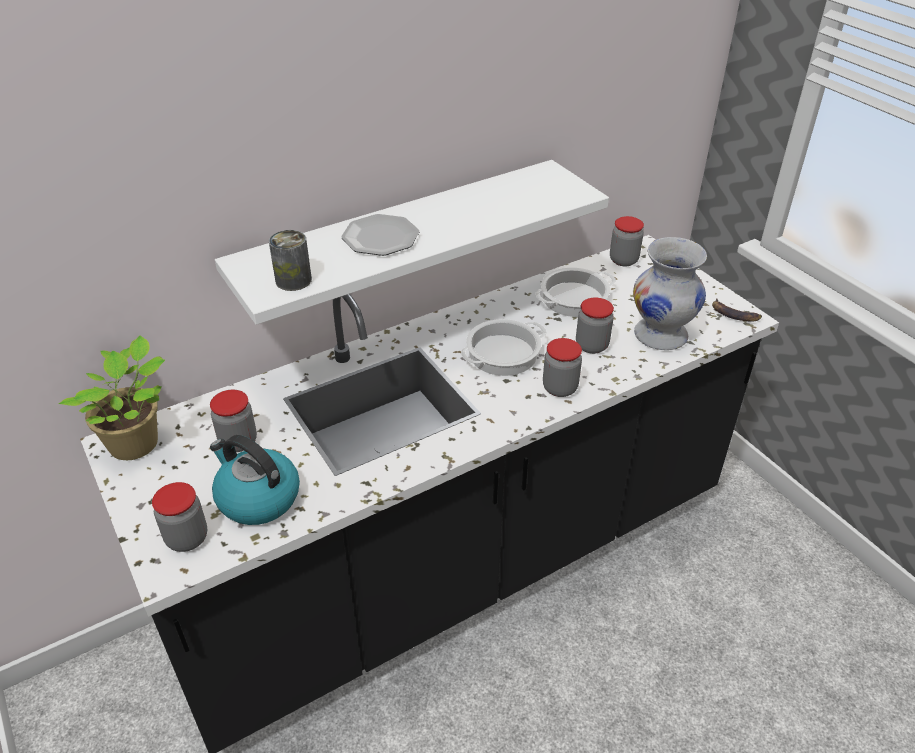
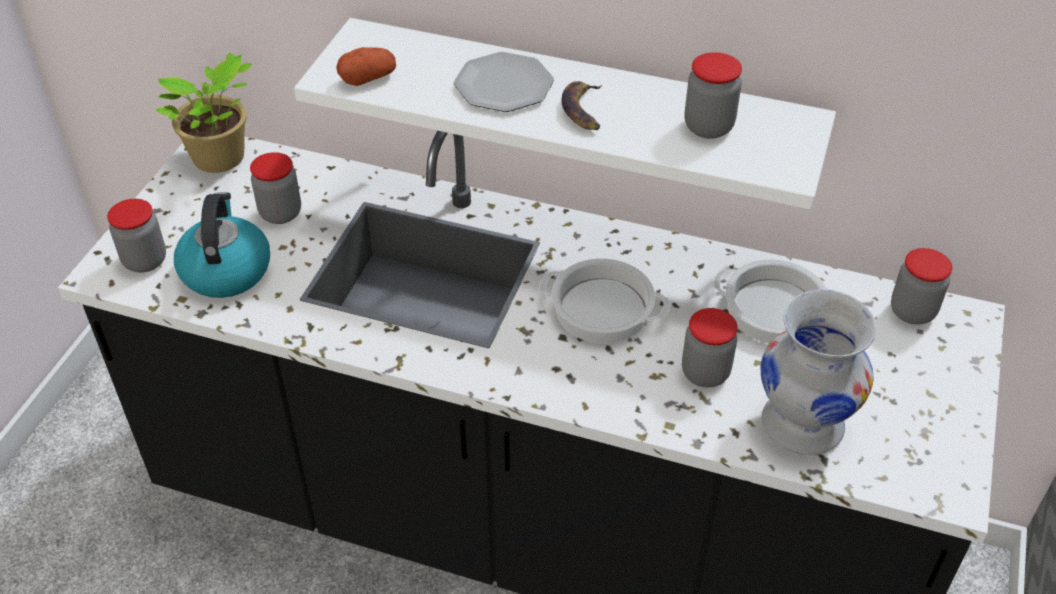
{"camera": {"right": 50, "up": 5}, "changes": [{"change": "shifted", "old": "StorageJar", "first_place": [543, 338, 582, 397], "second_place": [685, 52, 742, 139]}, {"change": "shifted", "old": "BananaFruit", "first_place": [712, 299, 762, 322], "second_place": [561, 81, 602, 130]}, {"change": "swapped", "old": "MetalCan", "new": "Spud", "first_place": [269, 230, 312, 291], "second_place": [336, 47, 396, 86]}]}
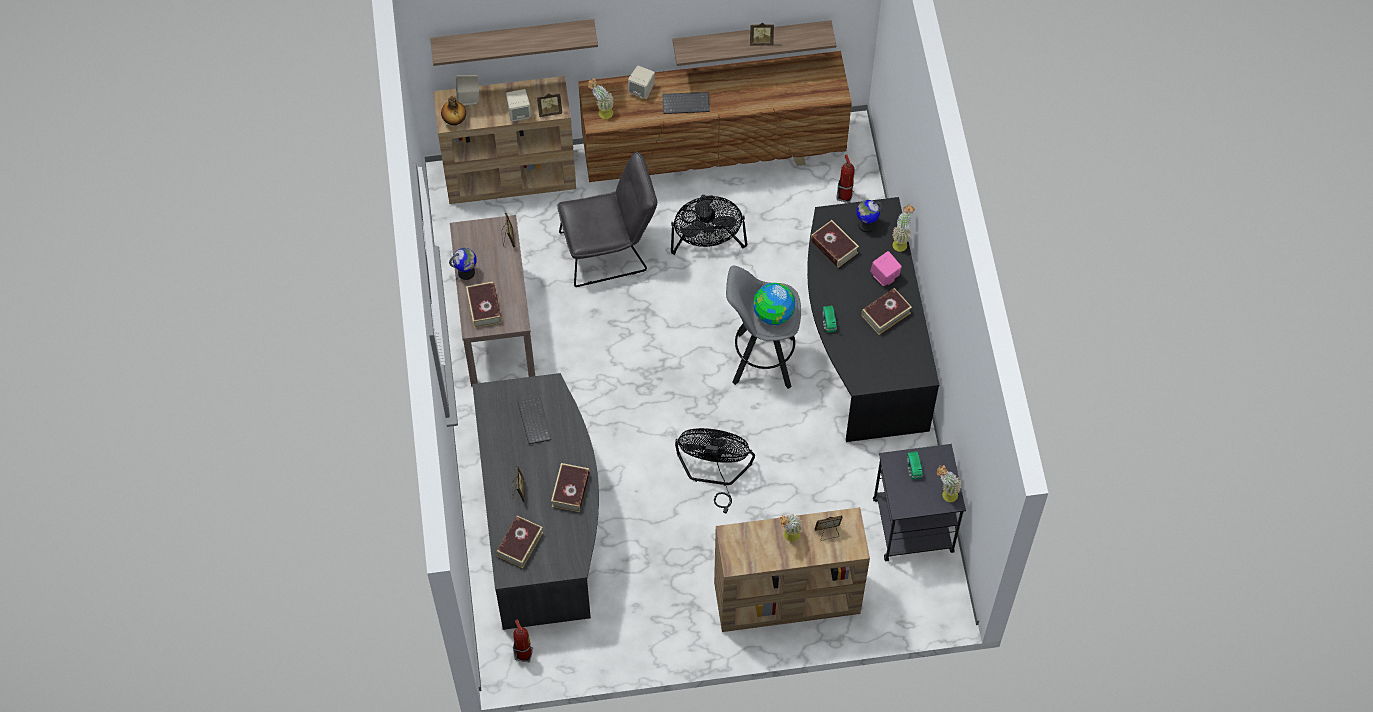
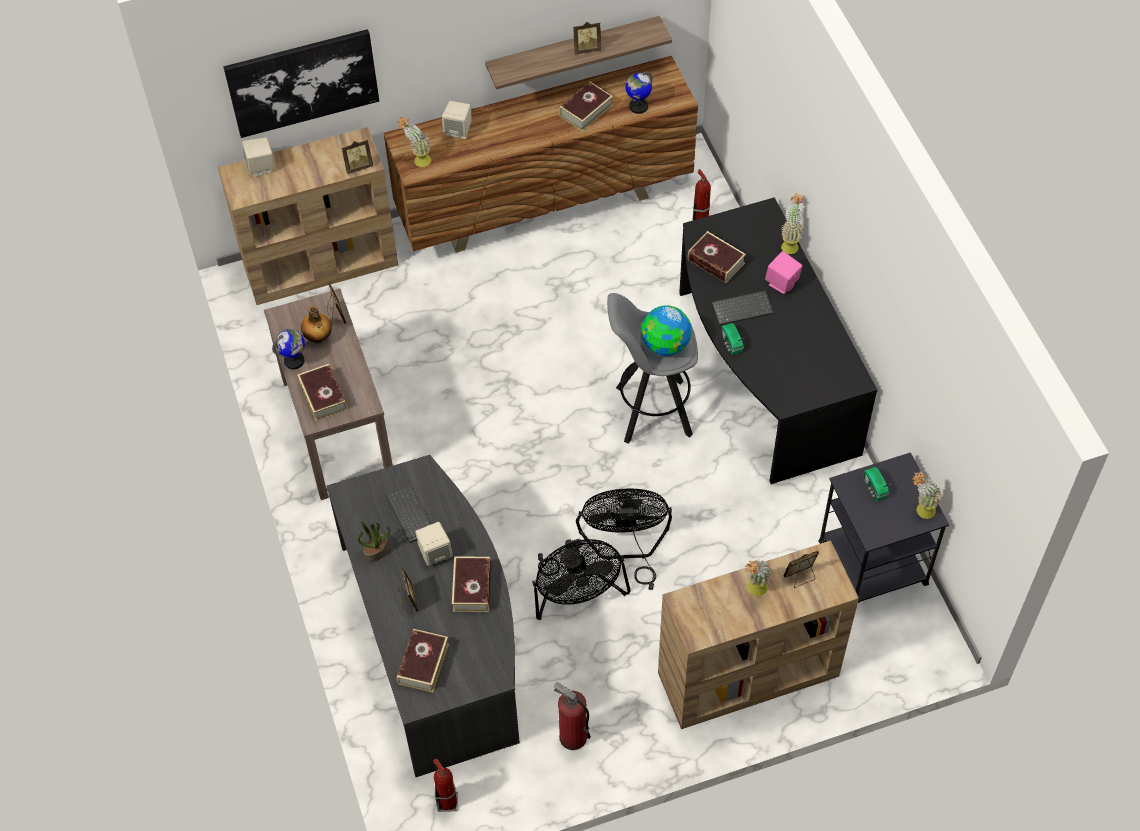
{"camera": {"right": -10, "up": -5}, "changes": [{"change": "gone", "old": "GreyChair", "first_place": [557, 151, 657, 287]}, {"change": "new", "new": "Houseplant", "second_place": [358, 520, 390, 562]}, {"change": "new", "new": "FireExtinguisher", "second_place": [554, 682, 591, 750]}, {"change": "shifted", "old": "Bottle", "first_place": [441, 96, 466, 126], "second_place": [301, 306, 332, 343]}, {"change": "shifted", "old": "SandColouredAudioSpeaker", "first_place": [506, 89, 531, 121], "second_place": [415, 522, 452, 566]}, {"change": "shifted", "old": "ComputerKeyboard", "first_place": [662, 92, 710, 114], "second_place": [712, 291, 774, 325]}, {"change": "shifted", "old": "BlackElectricFan", "first_place": [671, 195, 747, 255], "second_place": [533, 539, 631, 620]}, {"change": "shifted", "old": "WorldGlobe", "first_place": [856, 200, 882, 233], "second_place": [625, 72, 653, 114]}, {"change": "shifted", "old": "BoundBook", "first_place": [861, 288, 912, 335], "second_place": [559, 82, 613, 132]}, {"change": "swapped", "old": "Shelf", "new": "WallPicture", "first_place": [430, 19, 598, 66], "second_place": [223, 29, 379, 138]}]}
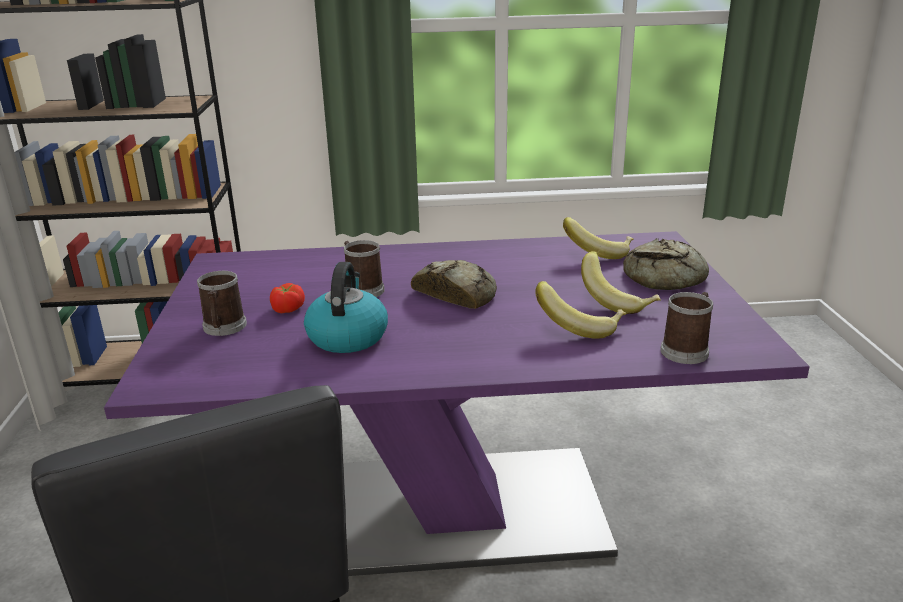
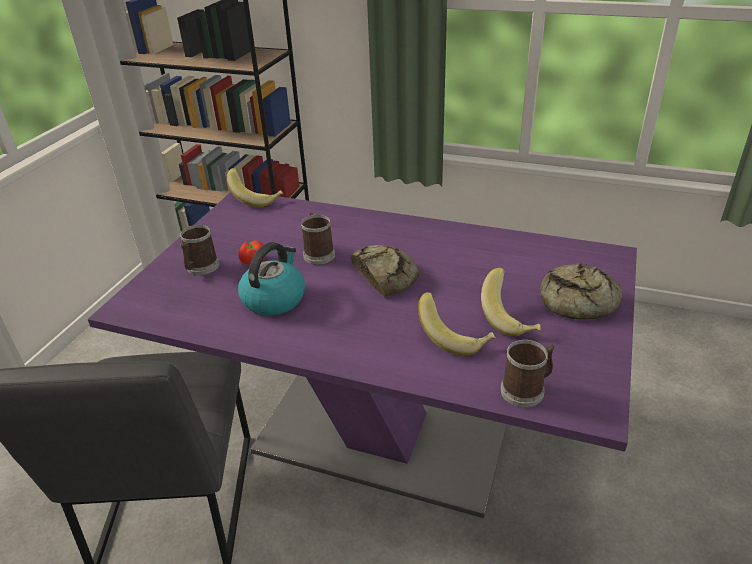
{"camera": {"right": 25, "up": 10}, "changes": [{"change": "shifted", "old": "BananaFruit", "first_place": [563, 217, 634, 259], "second_place": [227, 168, 283, 208]}]}
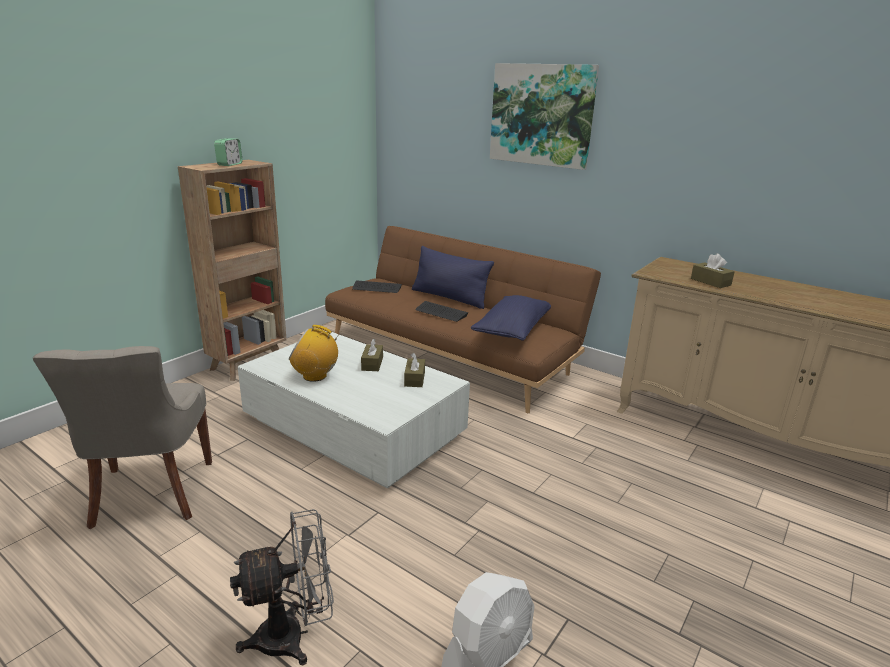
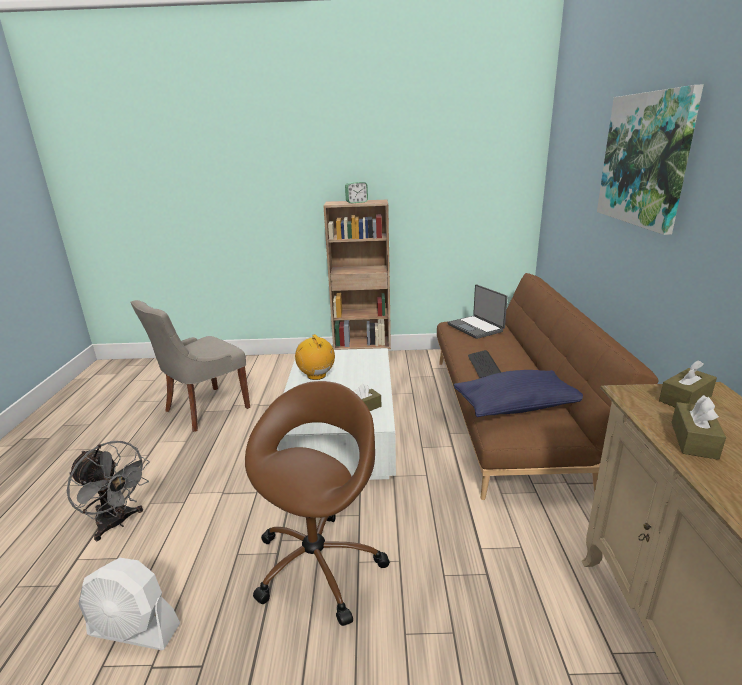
{"camera": {"right": 55, "up": 0}, "changes": [{"change": "gone", "old": "BlueColouredThrowPillow", "first_place": [412, 246, 494, 309]}, {"change": "new", "new": "BrownishOfficeChair", "second_place": [245, 381, 390, 626]}, {"change": "shifted", "old": "BrownishTissueHolder", "first_place": [361, 338, 383, 371], "second_place": [659, 360, 717, 407]}, {"change": "swapped", "old": "ComputerKeyboard", "new": "Laptop", "first_place": [352, 280, 402, 293], "second_place": [447, 285, 508, 339]}]}
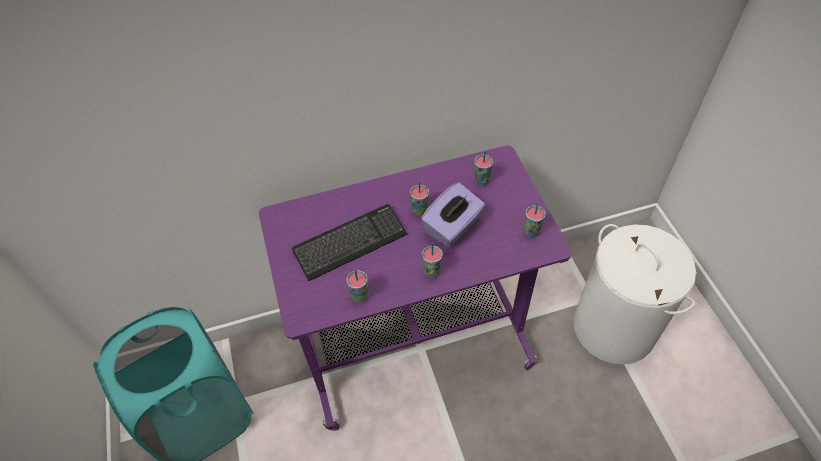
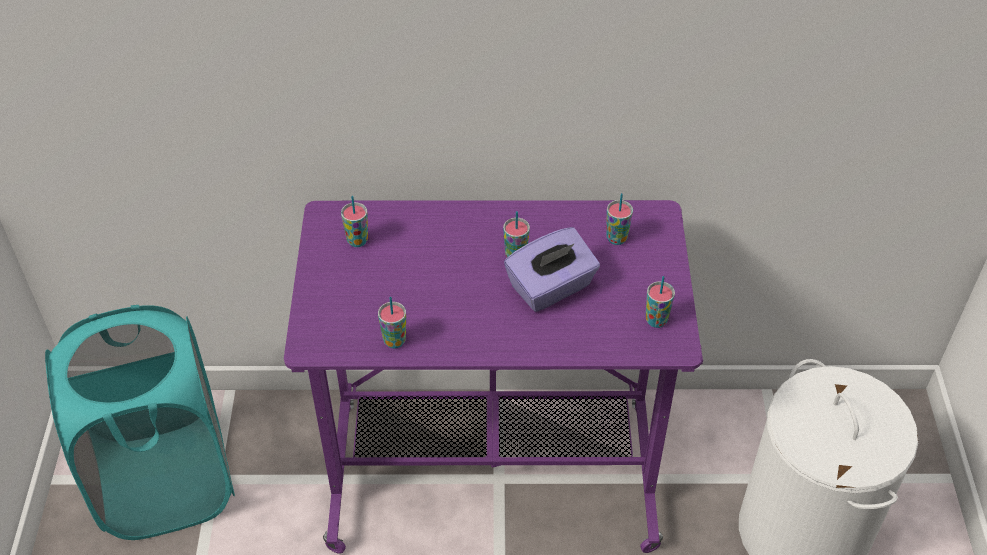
{"camera": {"right": 15, "up": -5}, "changes": [{"change": "gone", "old": "ComputerKeyboard", "first_place": [292, 204, 407, 281]}, {"change": "shifted", "old": "DrinkingCup", "first_place": [422, 244, 443, 278], "second_place": [341, 196, 368, 247]}]}
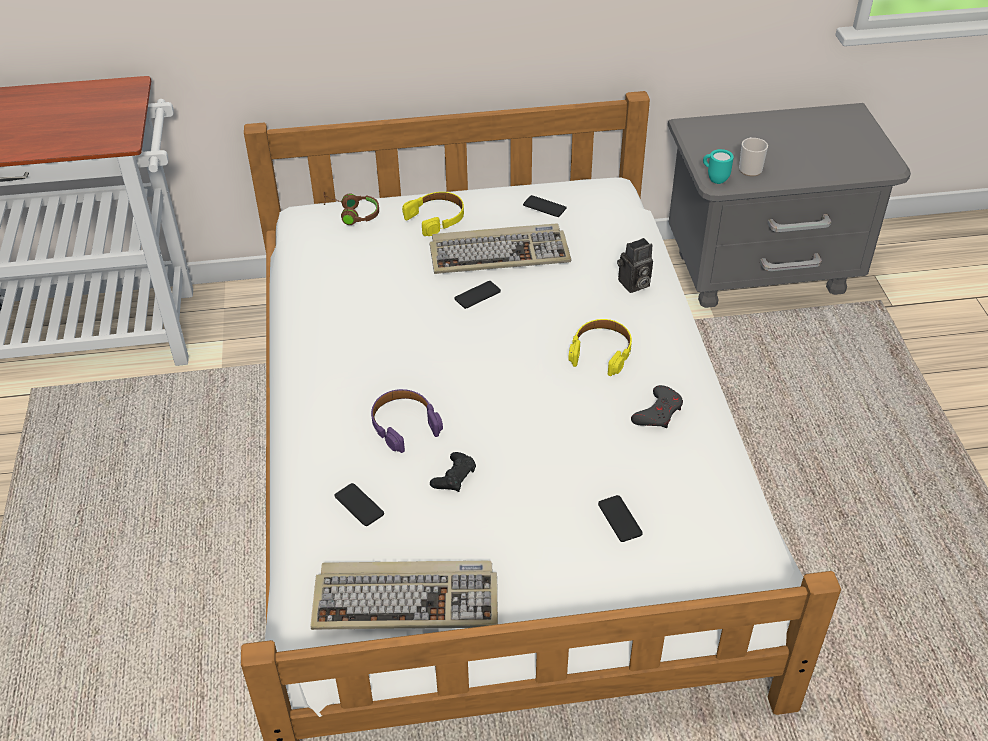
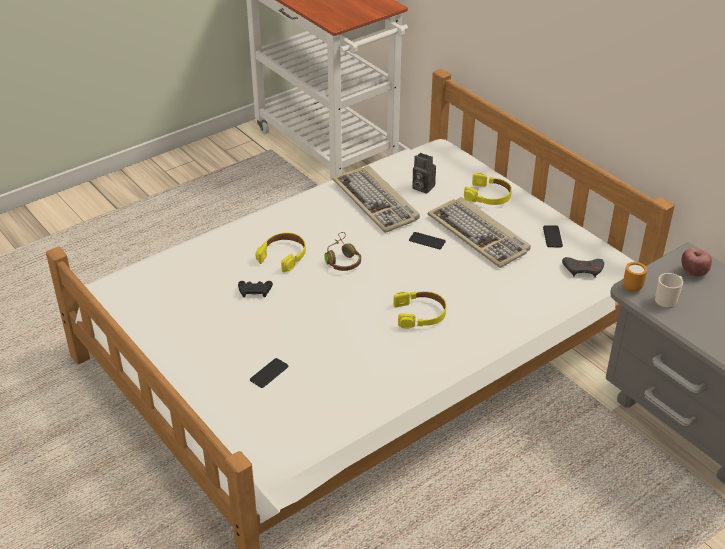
{"camera": {"right": 60, "up": -5}, "changes": [{"change": "gone", "old": "Handset", "first_place": [335, 483, 384, 526]}, {"change": "new", "new": "WholeApple", "second_place": [681, 248, 712, 277]}, {"change": "shifted", "old": "ComputerKeyboard", "first_place": [310, 561, 498, 630], "second_place": [332, 166, 420, 233]}, {"change": "shifted", "old": "BrownishHeadset", "first_place": [323, 192, 379, 225], "second_place": [324, 232, 361, 271]}, {"change": "shifted", "old": "StillCamera", "first_place": [617, 238, 653, 293], "second_place": [412, 153, 436, 194]}, {"change": "shifted", "old": "GreyGamepad", "first_place": [631, 385, 683, 429], "second_place": [562, 257, 604, 278]}, {"change": "repainted", "old": "PurplishHeadset", "new": "YellowHeadset", "first_place": [371, 389, 443, 453], "second_place": [256, 232, 306, 272]}, {"change": "repainted", "old": "BlueGreenMug", "new": "OrangeColouredMug", "first_place": [703, 149, 734, 184], "second_place": [623, 262, 647, 292]}]}
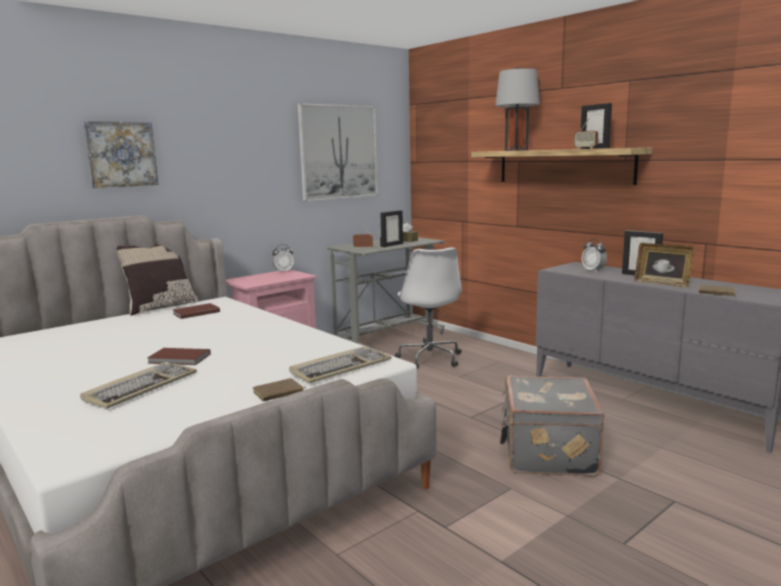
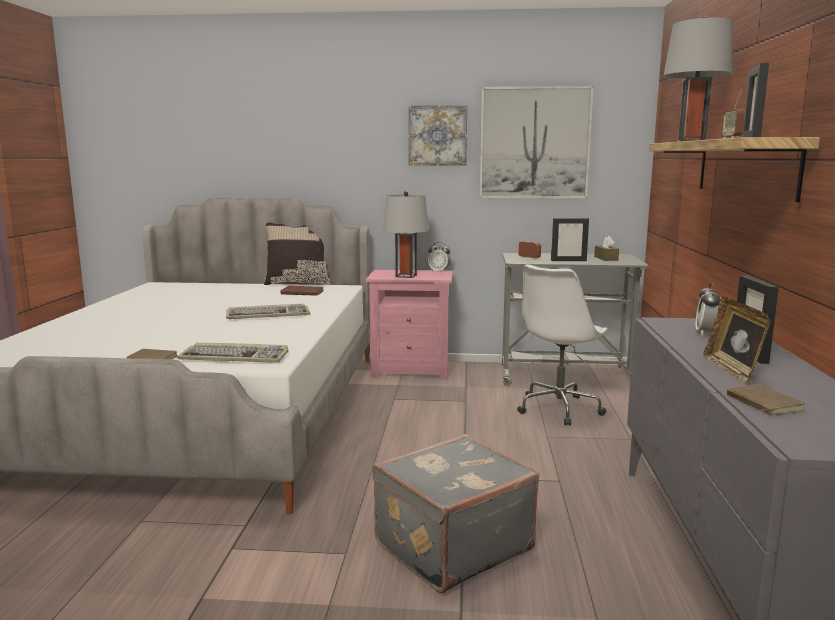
{"camera": {"right": 45, "up": 0}, "changes": [{"change": "gone", "old": "BrownishBoundBook", "first_place": [147, 348, 211, 365]}, {"change": "new", "new": "GreyTableLamp", "second_place": [383, 191, 429, 278]}, {"change": "shifted", "old": "ComputerKeyboard", "first_place": [80, 362, 197, 409], "second_place": [226, 304, 310, 319]}, {"change": "shifted", "old": "WallPicture", "first_place": [84, 121, 158, 188], "second_place": [409, 105, 467, 165]}]}
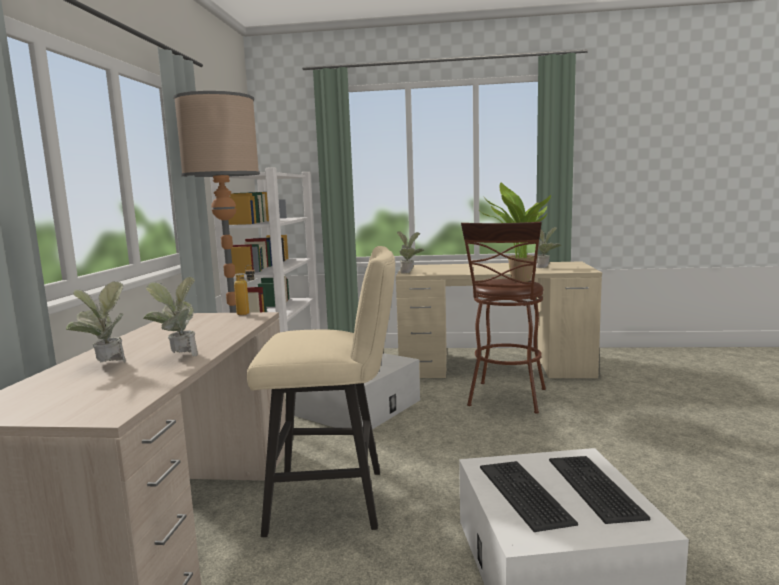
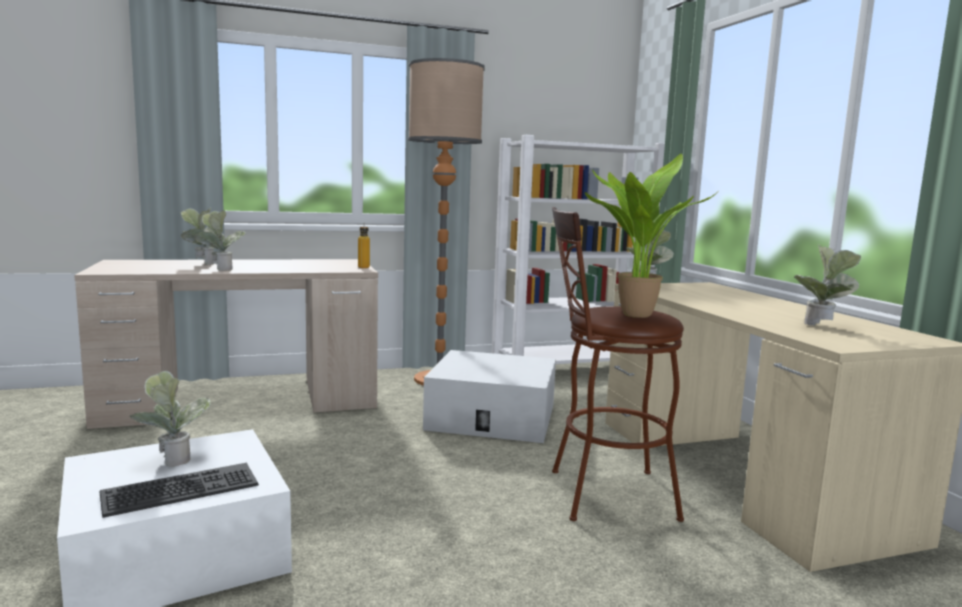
{"camera": {"right": 65, "up": 0}, "changes": [{"change": "gone", "old": "SandColouredStoolSeat", "first_place": [247, 246, 395, 537]}, {"change": "swapped", "old": "ComputerKeyboard", "new": "Houseplant", "first_place": [480, 461, 578, 532], "second_place": [129, 371, 211, 467]}]}
